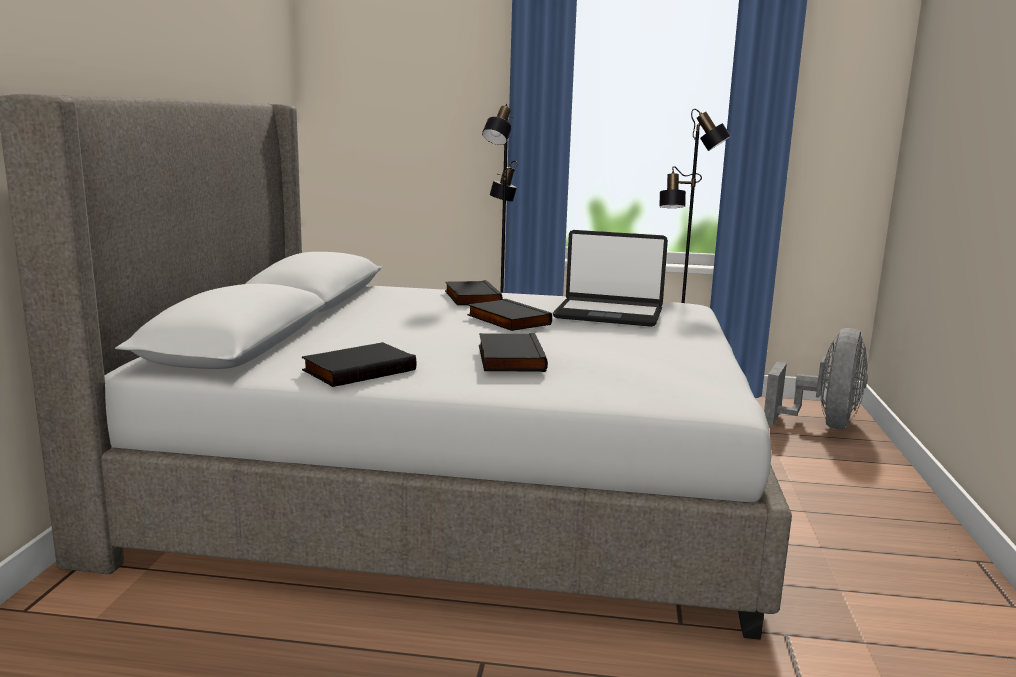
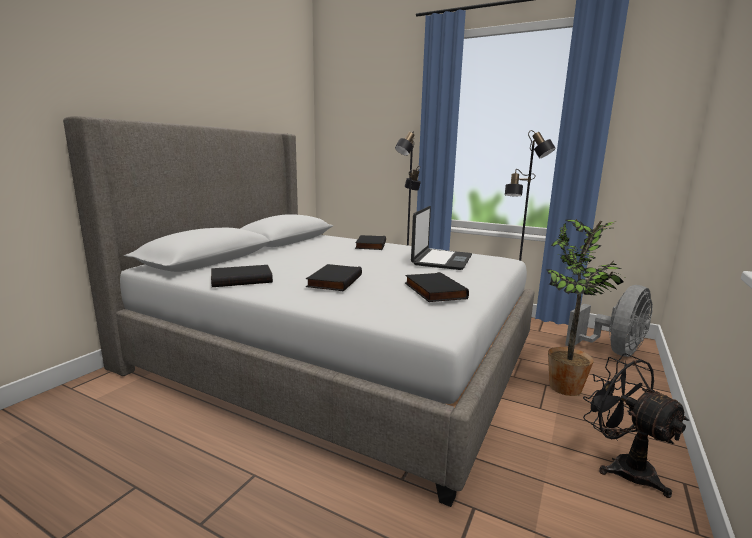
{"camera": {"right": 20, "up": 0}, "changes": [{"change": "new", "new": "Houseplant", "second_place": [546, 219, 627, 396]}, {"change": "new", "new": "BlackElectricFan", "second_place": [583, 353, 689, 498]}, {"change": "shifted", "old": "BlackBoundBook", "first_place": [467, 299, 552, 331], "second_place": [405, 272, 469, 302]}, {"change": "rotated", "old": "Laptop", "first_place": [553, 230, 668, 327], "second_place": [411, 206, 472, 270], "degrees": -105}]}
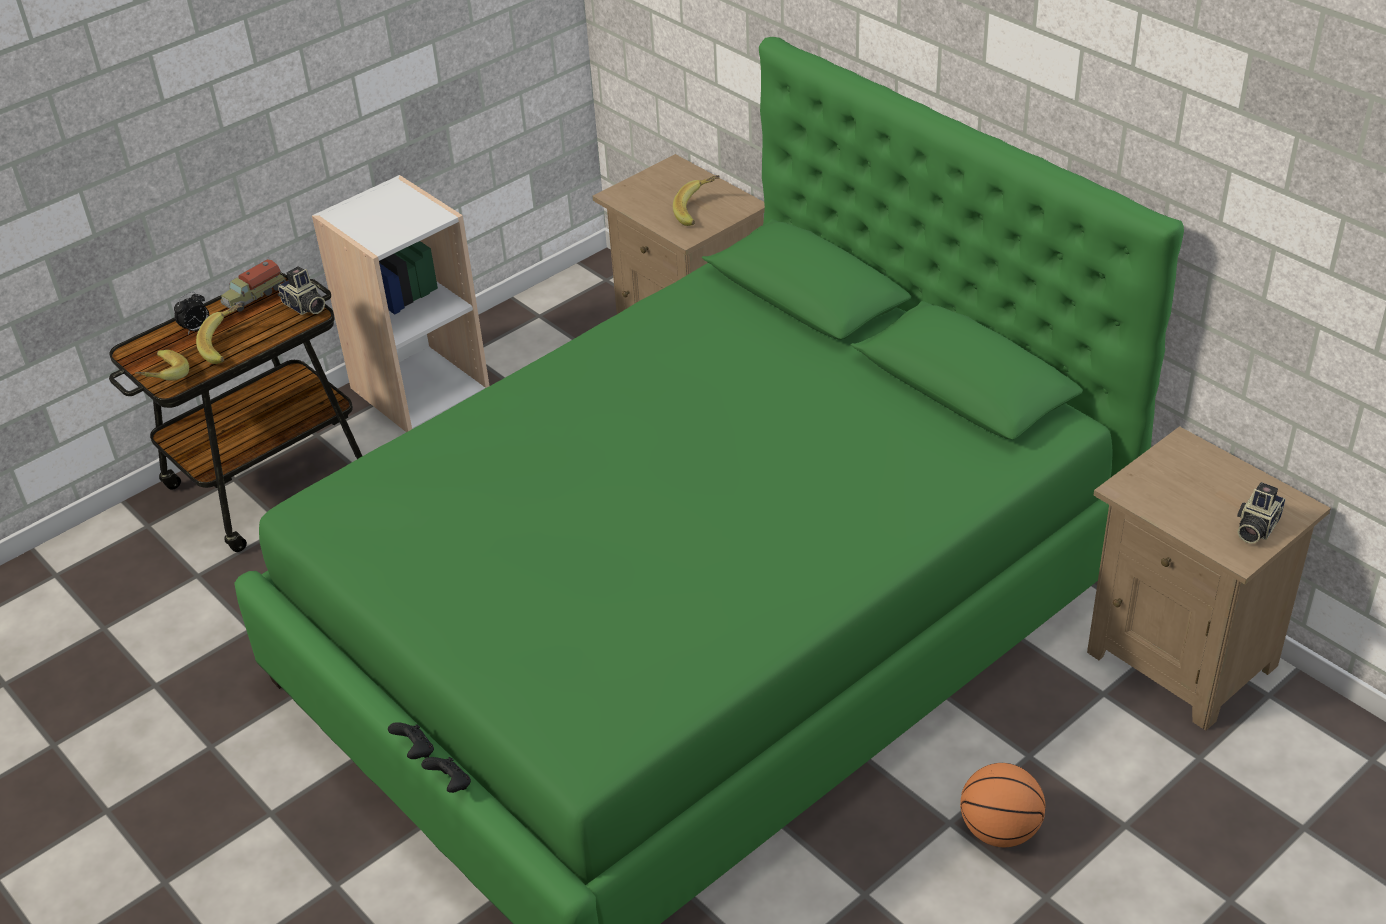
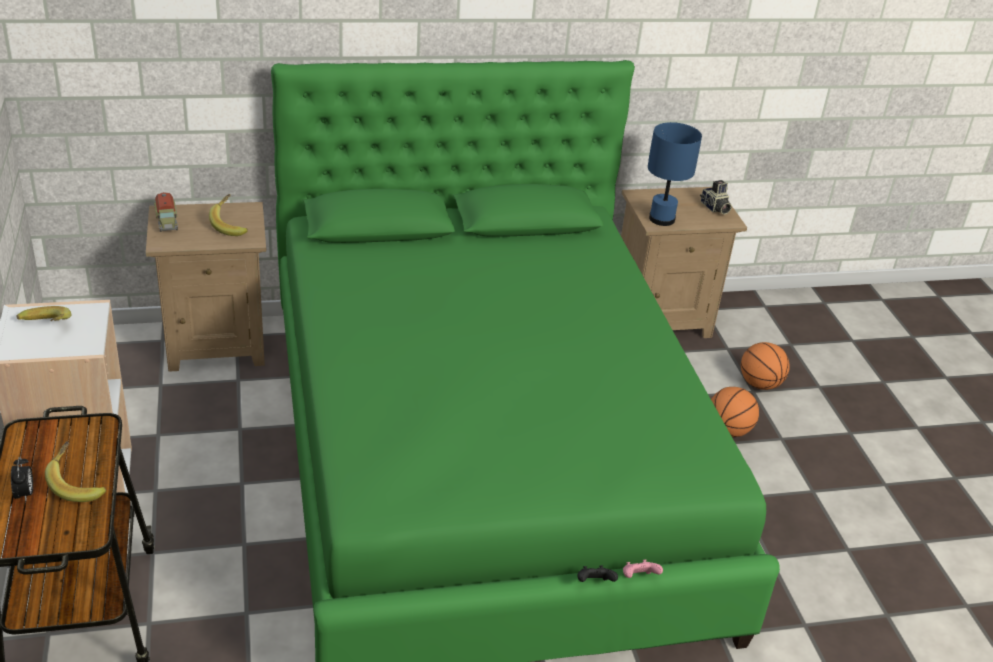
{"camera": {"right": -65, "up": -5}, "changes": [{"change": "gone", "old": "StillCamera", "first_place": [278, 266, 325, 315]}, {"change": "new", "new": "BlueColouredTableLamp", "second_place": [648, 122, 702, 226]}, {"change": "new", "new": "Basketball", "second_place": [741, 342, 790, 390]}, {"change": "shifted", "old": "BananaFruit", "first_place": [135, 350, 189, 381], "second_place": [16, 306, 71, 321]}, {"change": "shifted", "old": "ToyLorry", "first_place": [220, 259, 286, 312], "second_place": [154, 192, 178, 232]}, {"change": "repainted", "old": "BlackGamepad", "new": "PinkGamepad", "first_place": [421, 757, 471, 793], "second_place": [623, 560, 663, 578]}]}
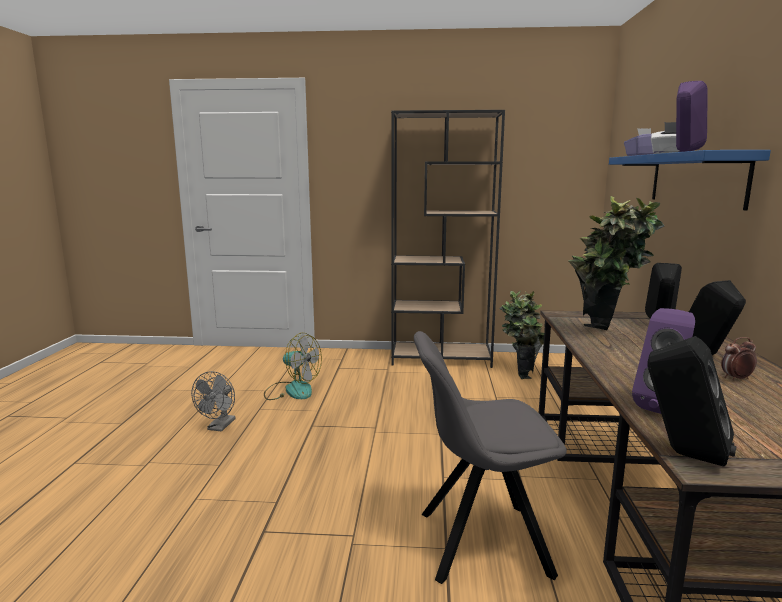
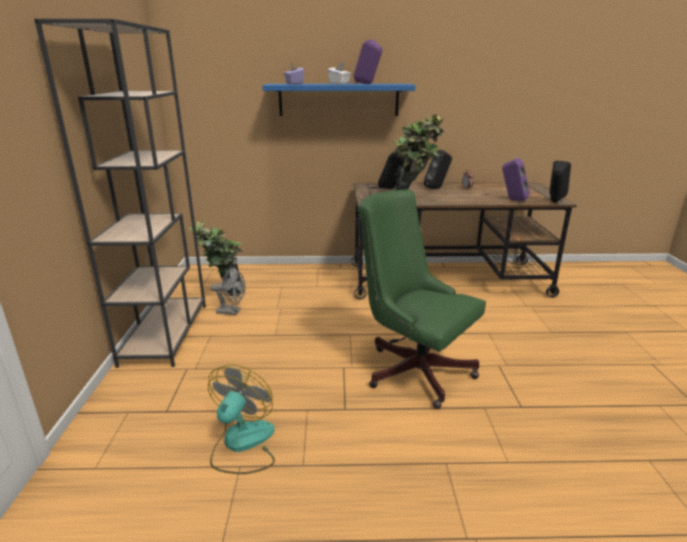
{"camera": {"right": -95, "up": 10}, "changes": [{"change": "gone", "old": "GreyChair", "first_place": [414, 331, 567, 584]}, {"change": "new", "new": "GreenOfficeChair", "second_place": [358, 189, 486, 409]}, {"change": "shifted", "old": "GreyElectricFan", "first_place": [191, 371, 235, 432], "second_place": [210, 267, 245, 315]}]}
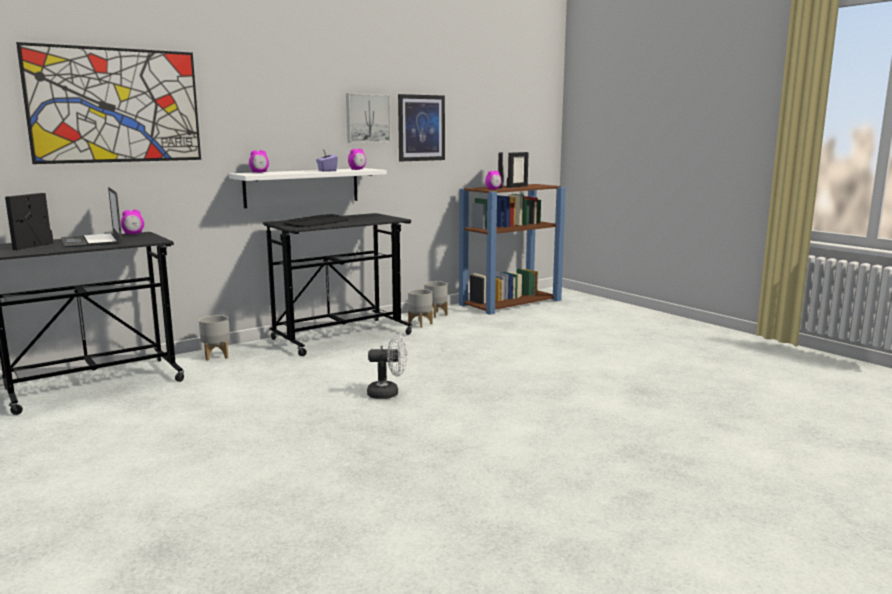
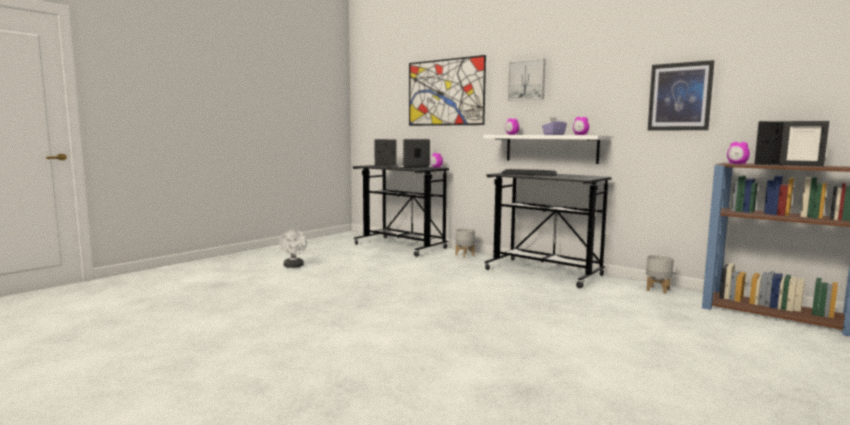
{"camera": {"right": 75, "up": -5}, "changes": [{"change": "gone", "old": "GreyPlanter", "first_place": [408, 289, 433, 328]}, {"change": "shifted", "old": "WallPicture", "first_place": [346, 93, 391, 143], "second_place": [507, 59, 546, 101]}, {"change": "shifted", "old": "WhitishElectricFan", "first_place": [367, 335, 407, 399], "second_place": [279, 230, 307, 268]}]}
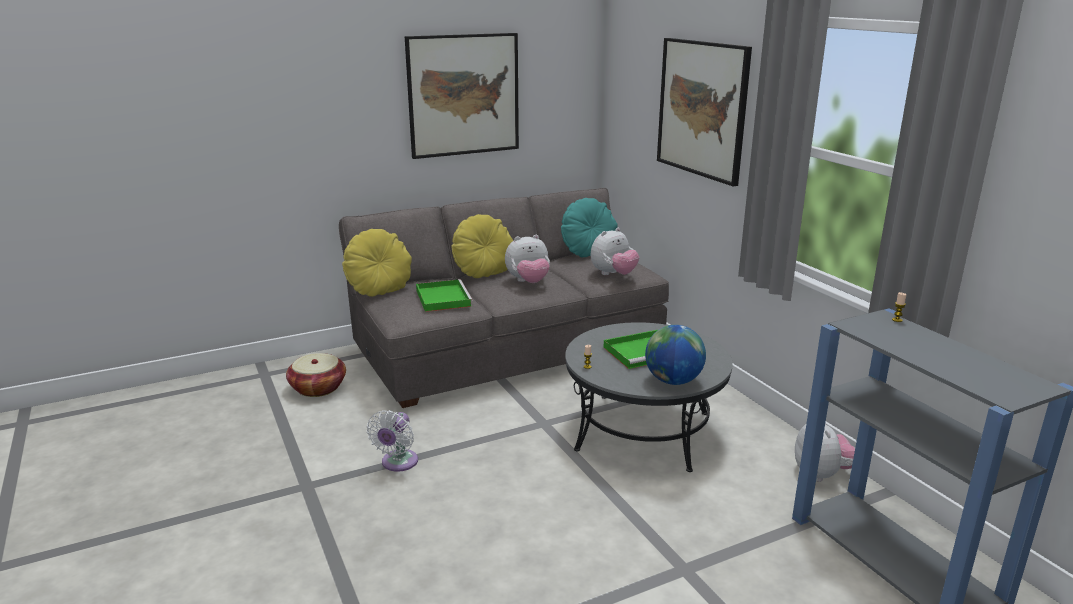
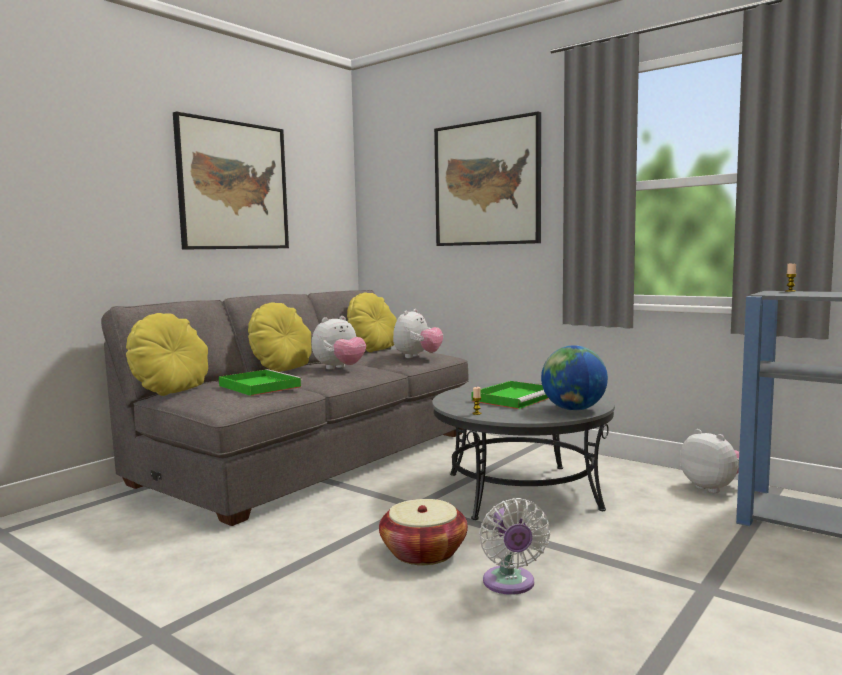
{"camera": {"right": -25, "up": -15}, "changes": [{"change": "shifted", "old": "Basket", "first_place": [286, 353, 346, 397], "second_place": [379, 499, 468, 565]}, {"change": "shifted", "old": "WhitishElectricFan", "first_place": [367, 410, 418, 472], "second_place": [479, 498, 550, 595]}, {"change": "repainted", "old": "BlueGreenThrowPillow", "new": "YellowThrowPillow", "first_place": [561, 198, 617, 257], "second_place": [347, 293, 397, 352]}]}
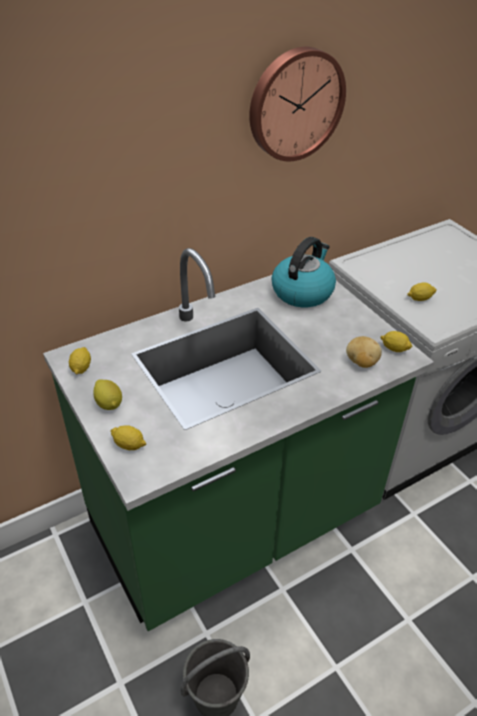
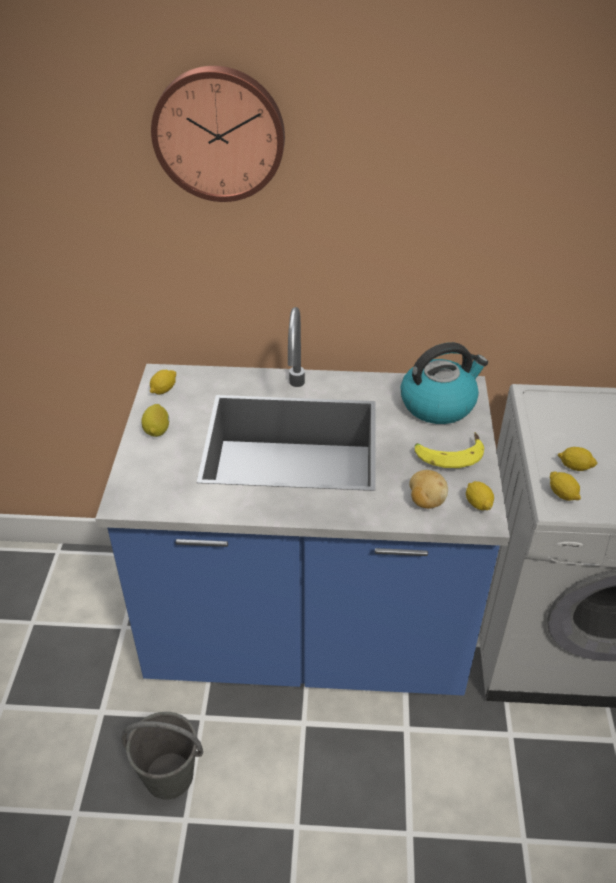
{"camera": {"right": 35, "up": 0}, "changes": [{"change": "new", "new": "BananaFruit", "second_place": [415, 432, 484, 468]}, {"change": "shifted", "old": "CitrusFruit", "first_place": [111, 425, 146, 450], "second_place": [550, 471, 581, 501]}, {"change": "shifted", "old": "WallClock", "first_place": [249, 47, 346, 161], "second_place": [151, 66, 285, 202]}, {"change": "repainted", "old": "GreenCounter", "new": "BlueColouredCounter", "first_place": [43, 248, 434, 631], "second_place": [95, 307, 510, 696]}]}
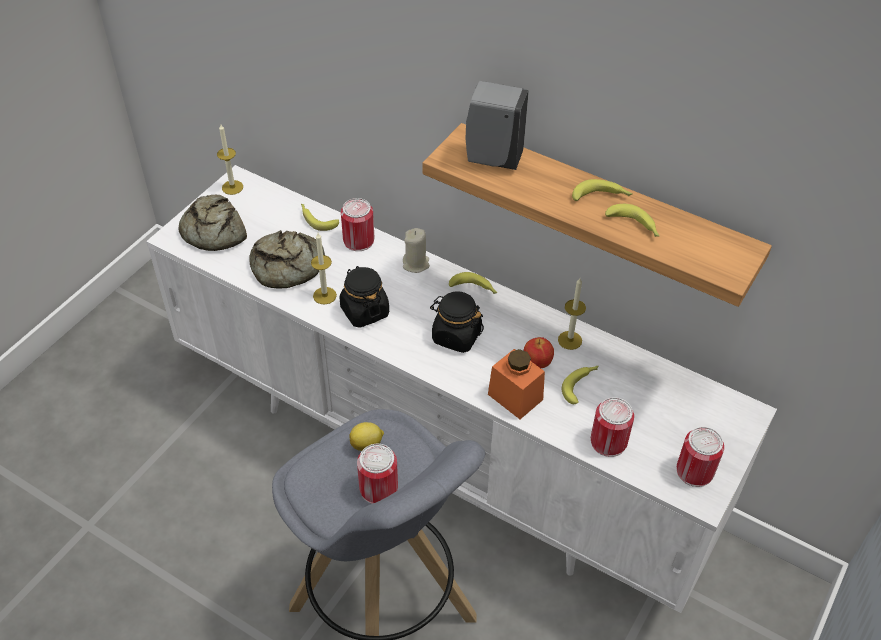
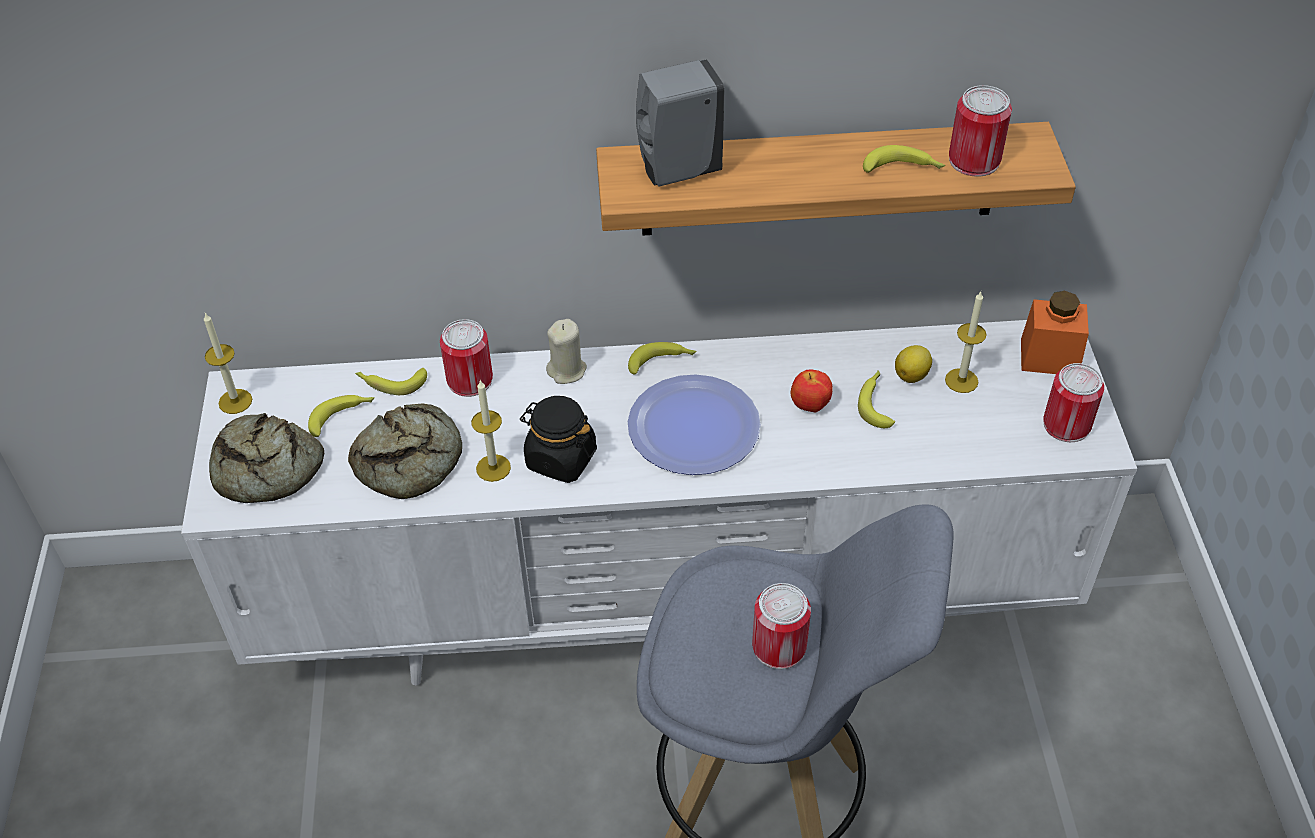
{"camera": {"right": -35, "up": 0}, "changes": [{"change": "shifted", "old": "CitrusFruit", "first_place": [350, 422, 384, 451], "second_place": [895, 345, 932, 383]}, {"change": "shifted", "old": "OrangeColouredStorageJar", "first_place": [488, 349, 545, 419], "second_place": [1021, 291, 1089, 374]}, {"change": "shifted", "old": "WaxCandle", "first_place": [558, 278, 586, 350], "second_place": [945, 292, 987, 393]}, {"change": "shifted", "old": "BananaFruit", "first_place": [572, 179, 633, 201], "second_place": [308, 395, 375, 437]}, {"change": "shifted", "old": "MetalCan", "first_place": [591, 397, 634, 457], "second_place": [949, 85, 1012, 177]}, {"change": "swapped", "old": "BlackStorageJar", "new": "FlatDish", "first_place": [430, 291, 484, 353], "second_place": [628, 374, 761, 475]}]}
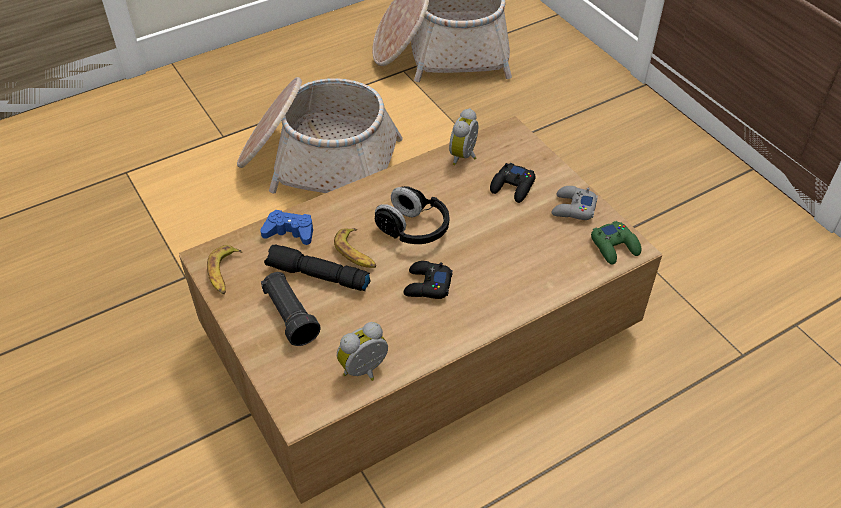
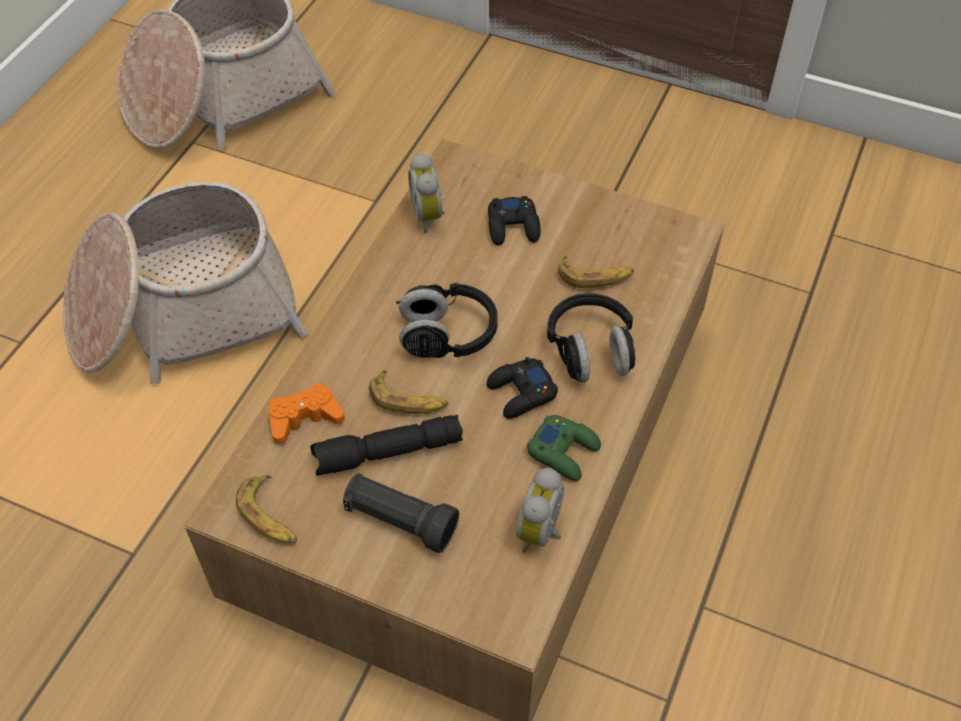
{"camera": {"right": -35, "up": 5}, "changes": [{"change": "gone", "old": "GreyGamepad", "first_place": [551, 186, 598, 220]}, {"change": "new", "new": "BlackHeadset", "second_place": [547, 293, 635, 383]}, {"change": "new", "new": "BananaFruit", "second_place": [558, 256, 634, 288]}, {"change": "shifted", "old": "GreenGamepad", "first_place": [591, 221, 641, 265], "second_place": [527, 415, 601, 481]}, {"change": "repainted", "old": "BlueColouredGamepad", "new": "OrangeColouredGamepad", "first_place": [260, 210, 313, 245], "second_place": [269, 383, 345, 445]}]}
